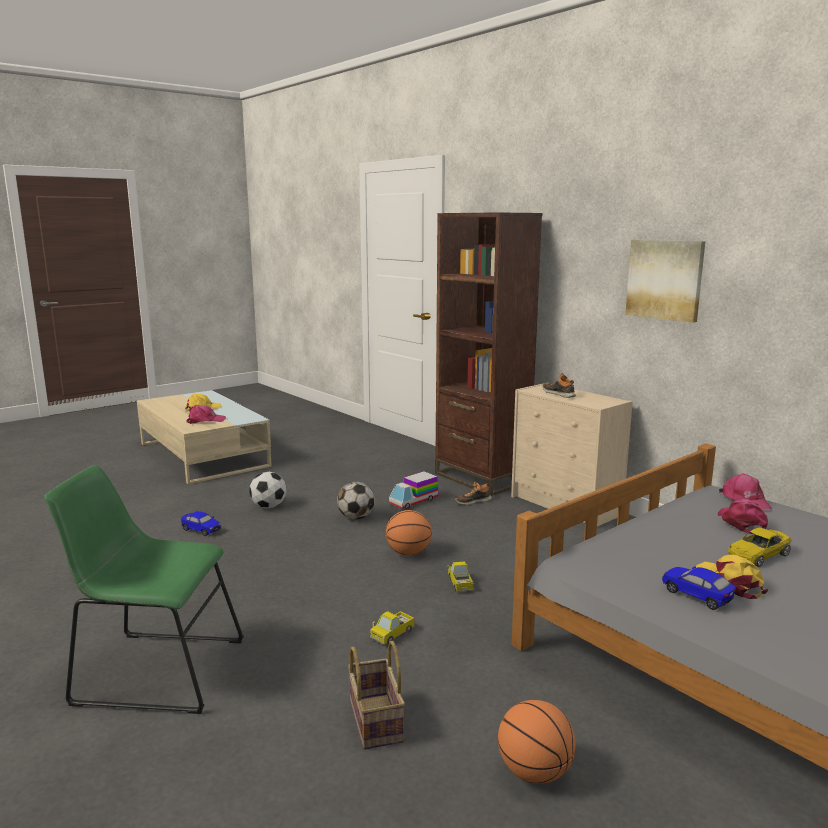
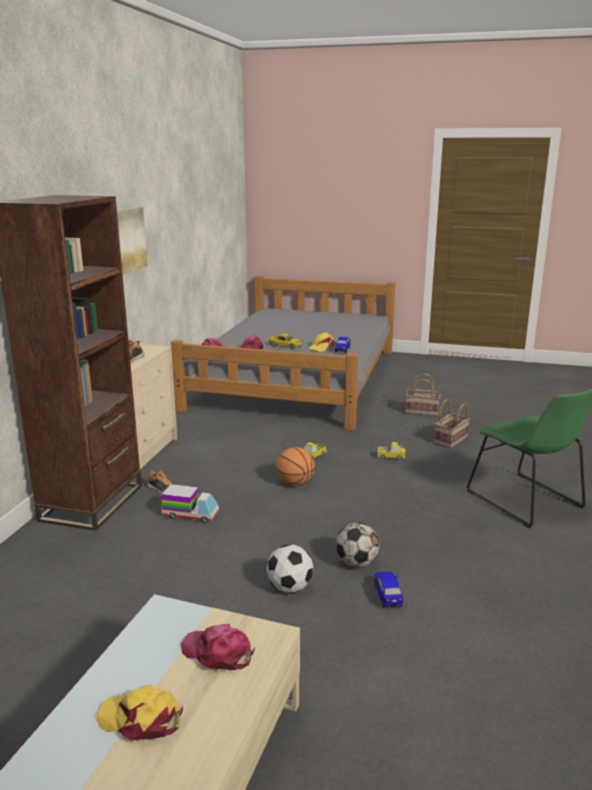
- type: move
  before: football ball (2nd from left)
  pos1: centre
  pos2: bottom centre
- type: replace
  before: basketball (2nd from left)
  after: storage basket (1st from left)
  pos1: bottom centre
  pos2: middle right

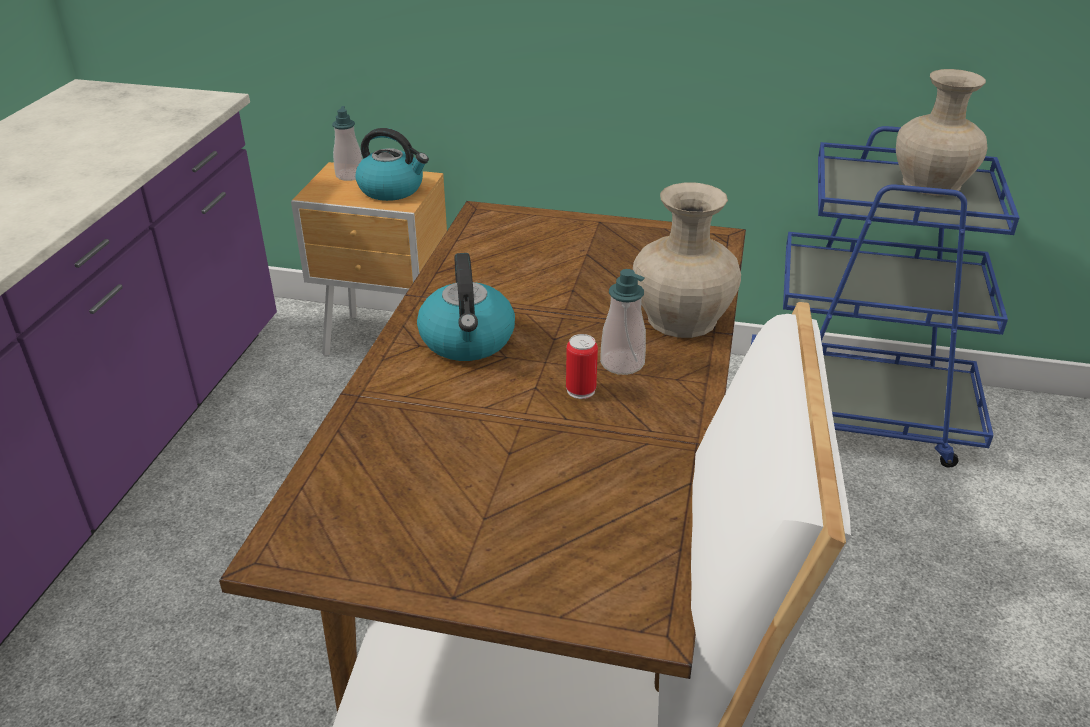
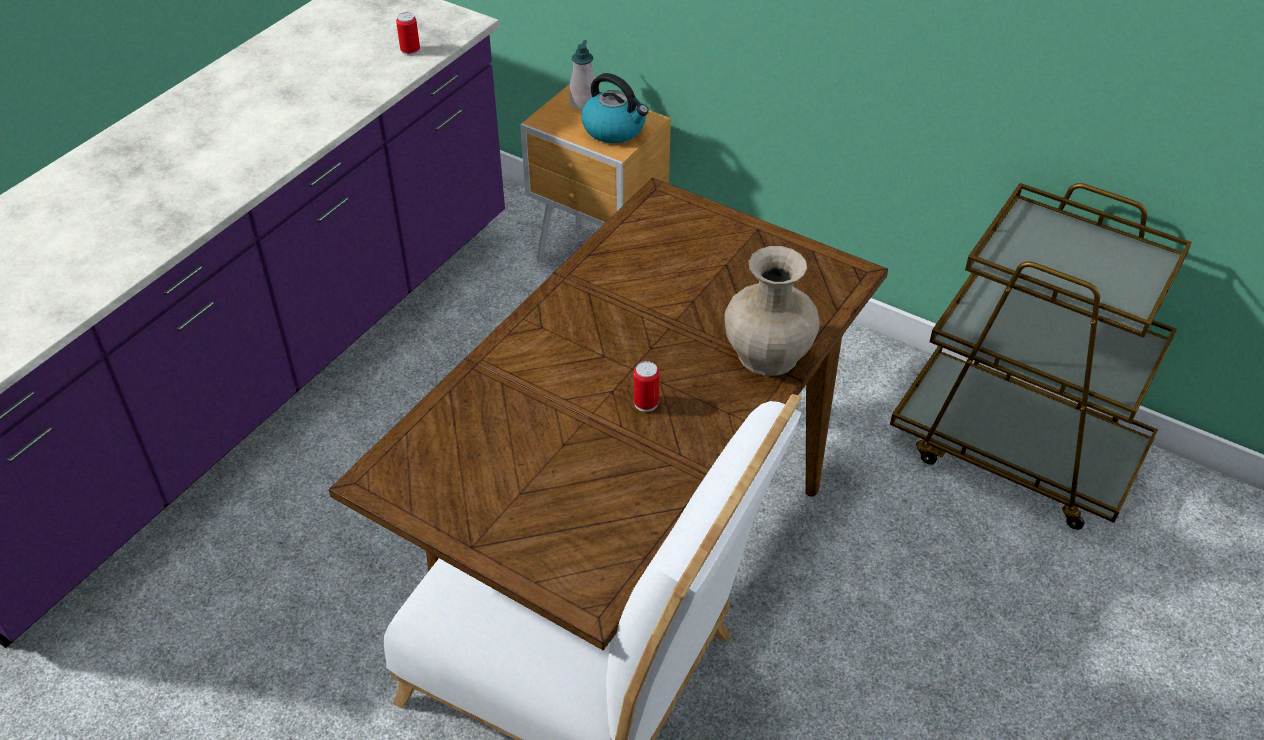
- type: delete
  before: beige flower vase (2nd from left)
  pos1: top right
- type: recolor
  before: blue-coloured trolley
  after: brown-coloured trolley
  pos1: middle right
  pos2: middle right
- type: delete
  before: tea kettle (2nd from left)
  pos1: centre
- type: delete
  before: soap dispenser (2nd from left)
  pos1: centre
- type: insert
  after: can (1st from left)
  pos2: top left

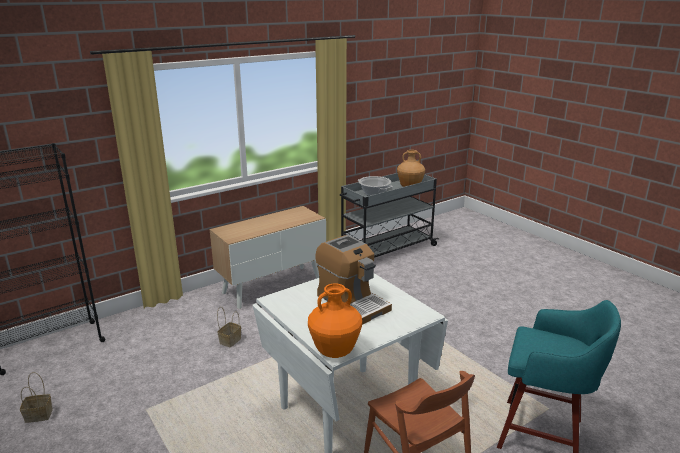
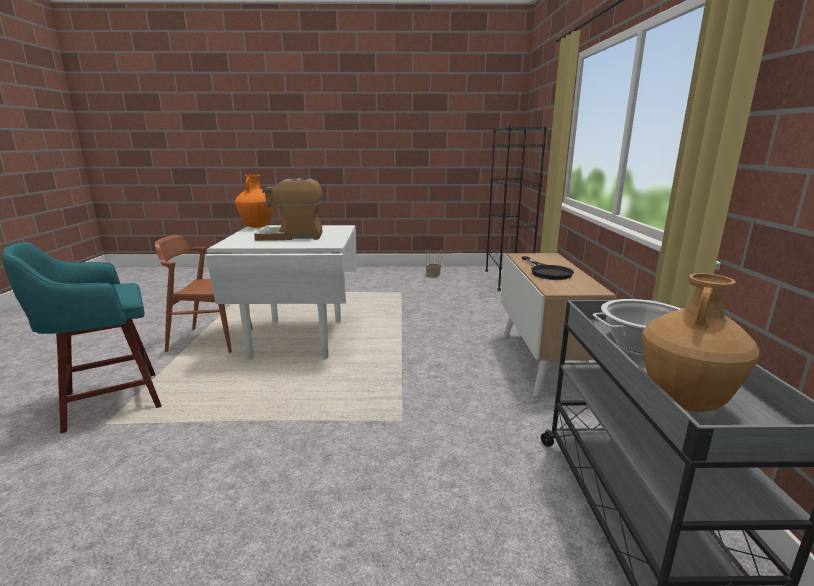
- type: delete
  before: storage basket (2nd from left)
  pos1: bottom centre
- type: insert
  after: black-coloured pan
  pos2: middle right

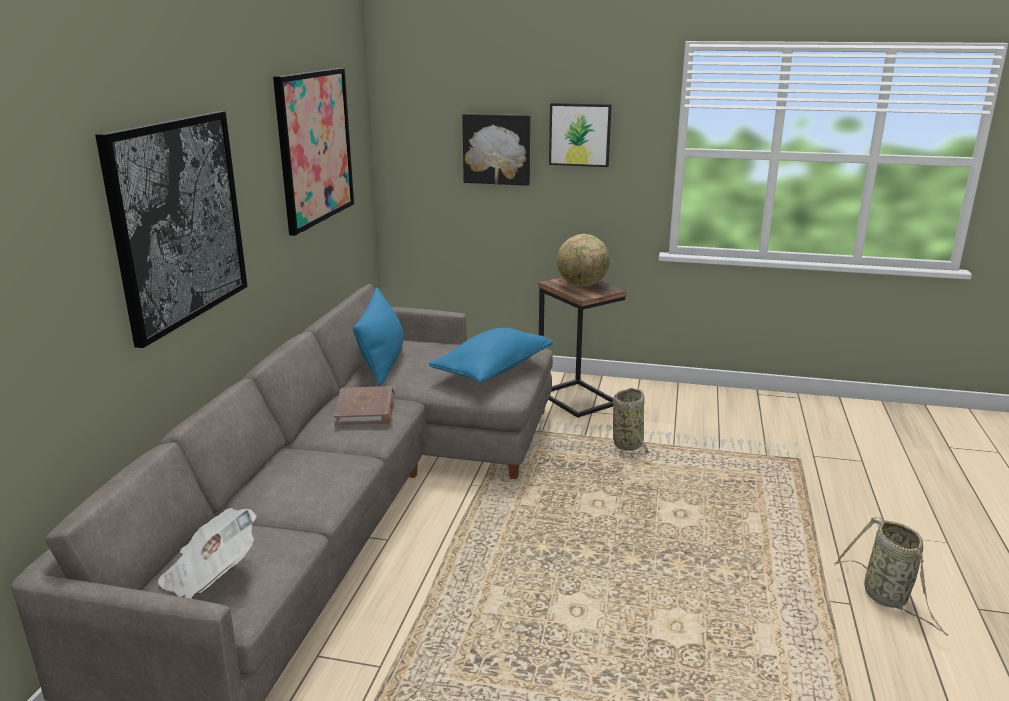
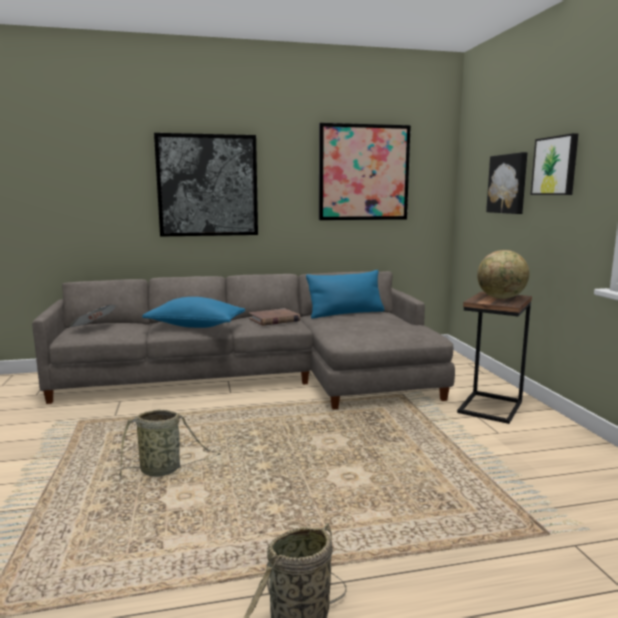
- type: move
  before: blue-coloured pillow (2nd from left in the first image)
  after: blue-coloured pillow (1st from left)
  pos1: centre
  pos2: middle left
- type: move
  before: storage basket (1st from left)
  pos1: centre
  pos2: bottom left

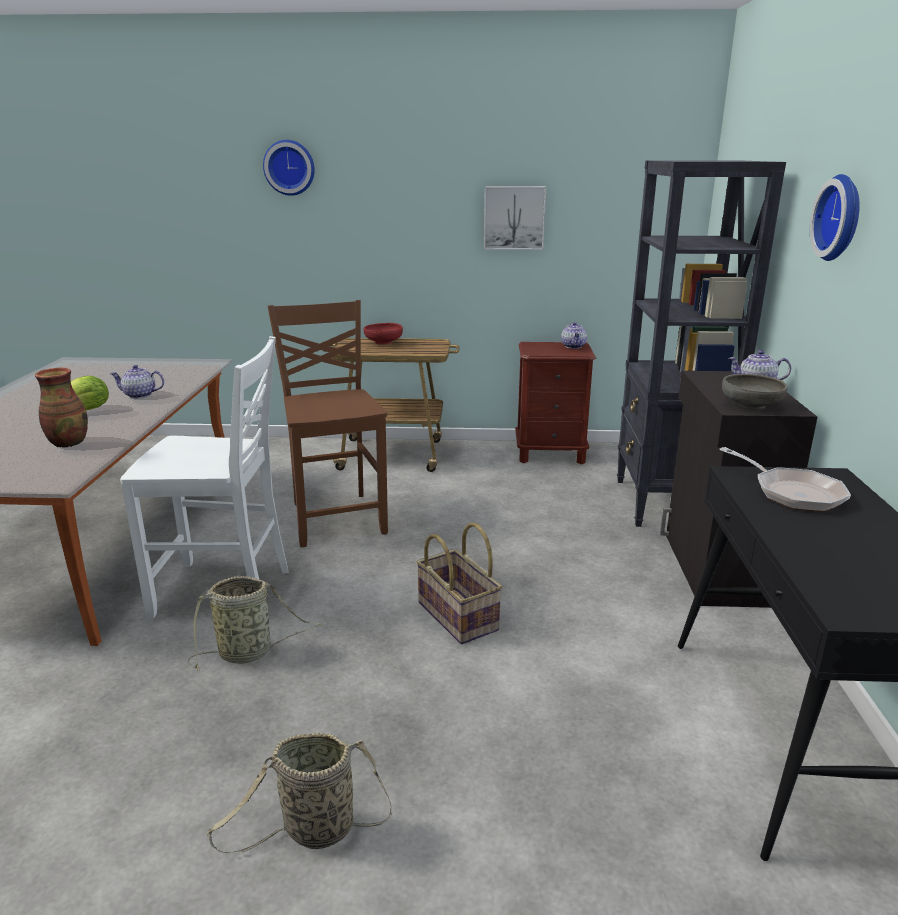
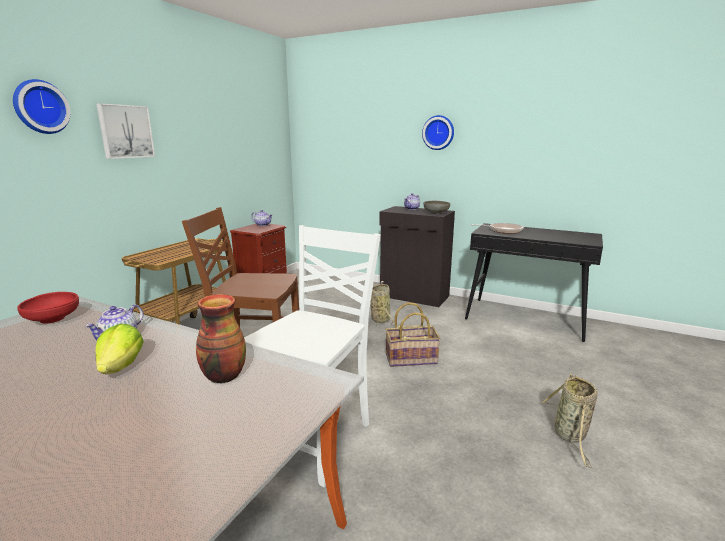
- type: delete
  before: black-coloured bookshelf
  pos1: middle right
- type: move
  before: wall art
  pos1: top centre
  pos2: top left
- type: move
  before: red serving bowl
  pos1: centre
  pos2: middle left
- type: move
  before: storage basket (1st from left)
  pos1: bottom left
  pos2: centre

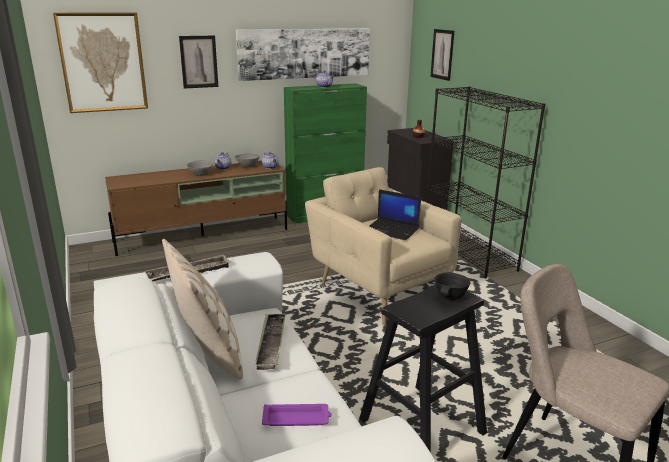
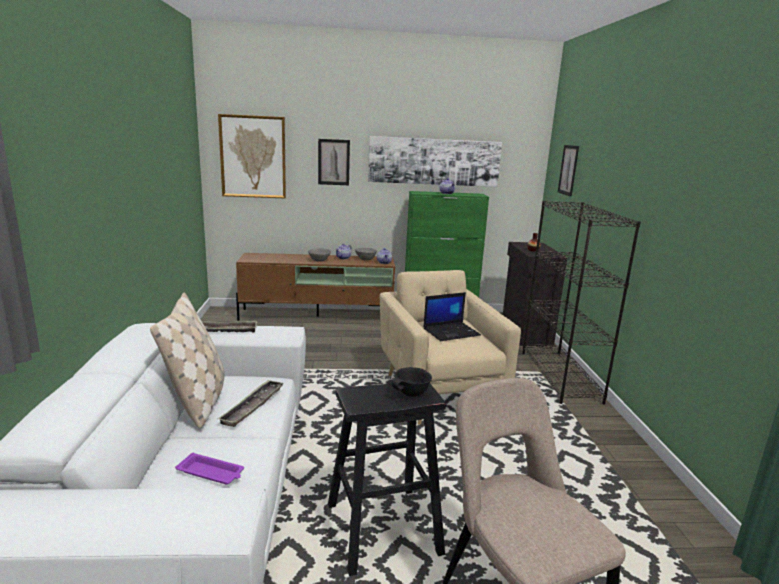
- type: rotate
  before: portable computer
  pos1: centre
  pos2: centre
  turn: -75

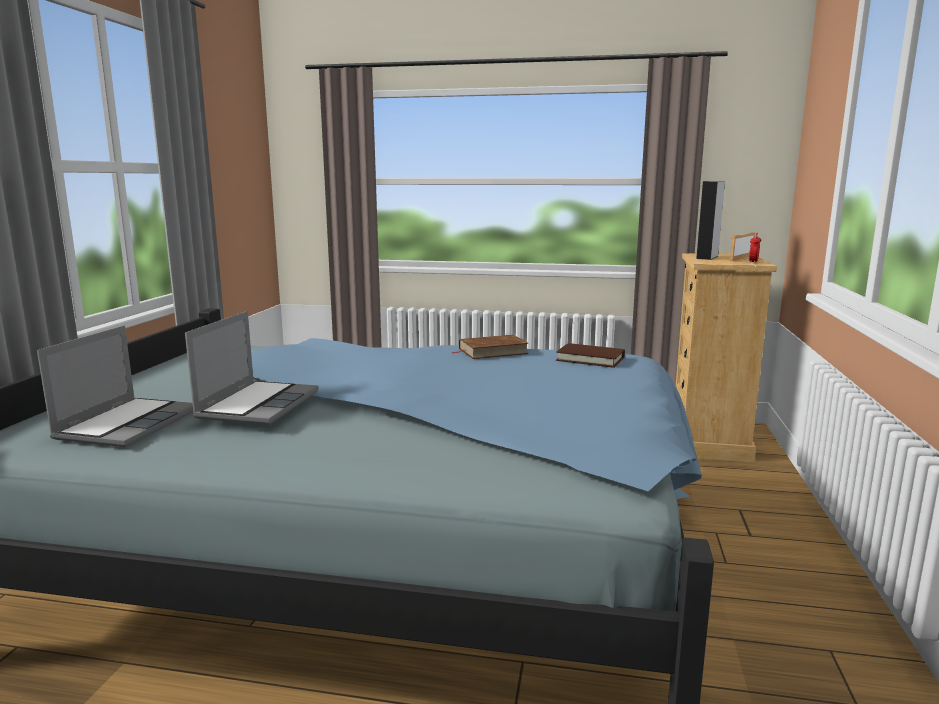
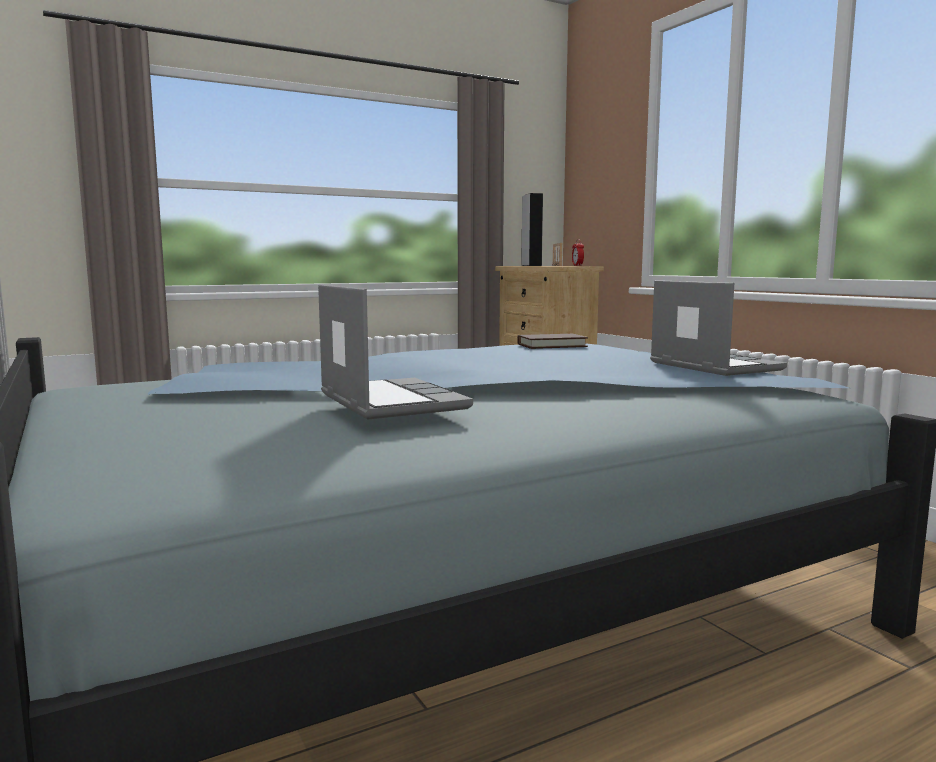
- type: move
  before: portable computer (1st from left in the first image)
  after: portable computer (2nd from left)
  pos1: middle left
  pos2: middle right
- type: delete
  before: brown-coloured book (1st from left)
  pos1: centre

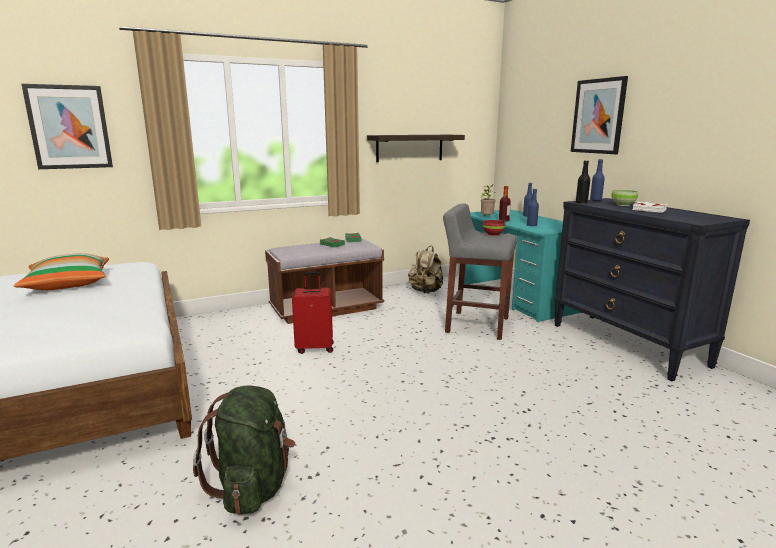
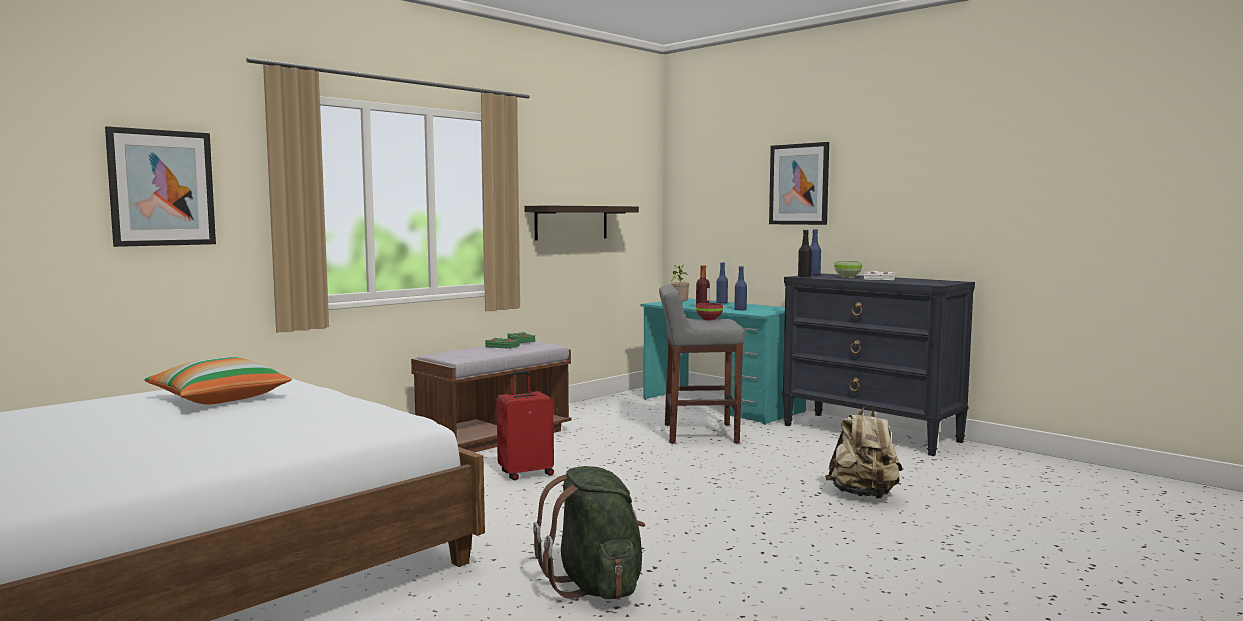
- type: move
  before: beige backpack
  pos1: centre
  pos2: bottom right

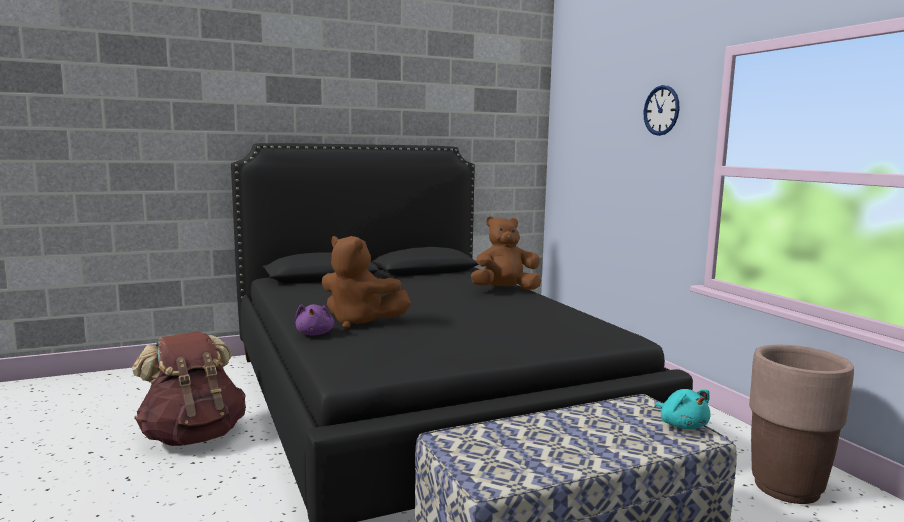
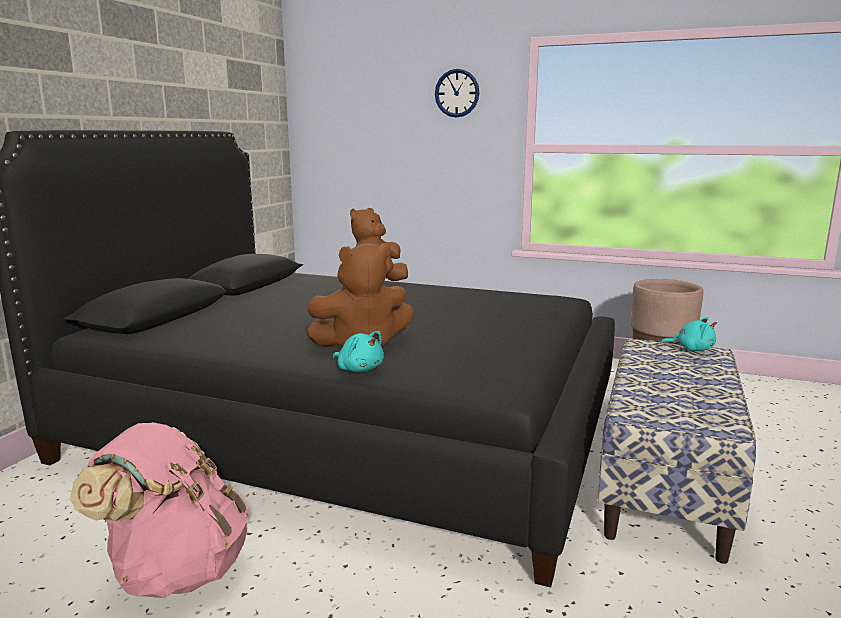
- type: recolor
  before: purplish soft toy
  after: blue-green soft toy (1st from left)
  pos1: centre
  pos2: centre
- type: recolor
  before: brown-coloured backpack
  after: pink backpack
  pos1: bottom left
  pos2: bottom left

